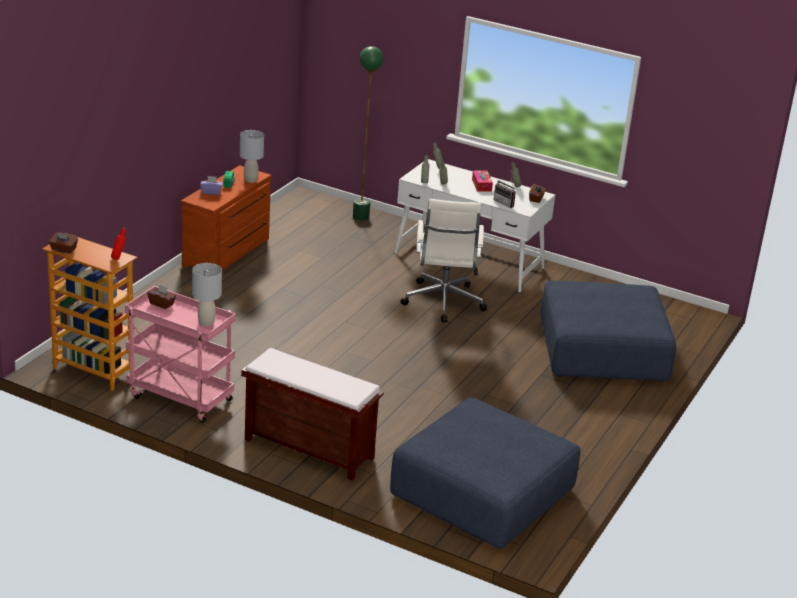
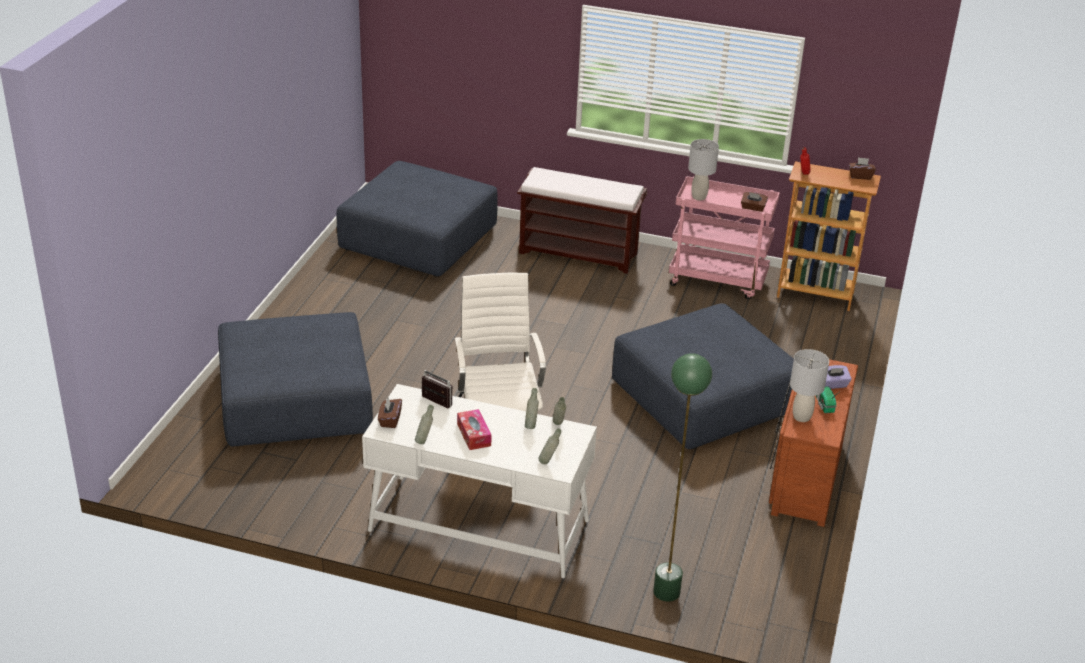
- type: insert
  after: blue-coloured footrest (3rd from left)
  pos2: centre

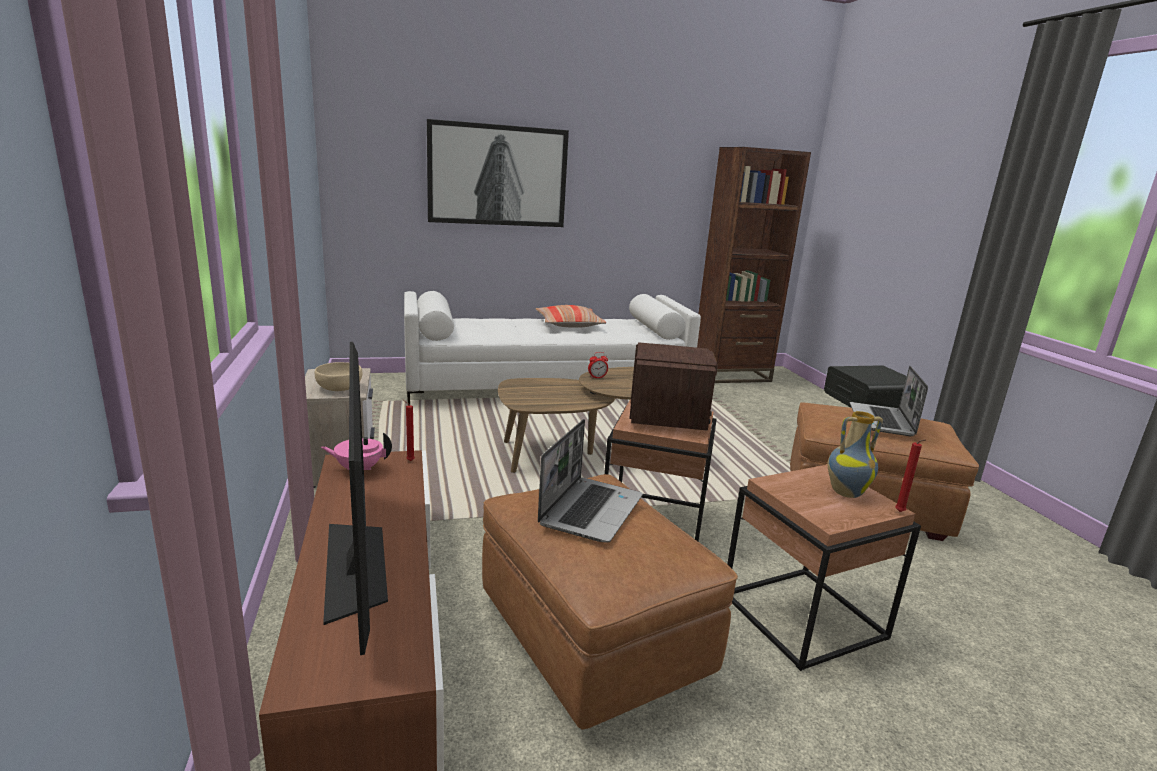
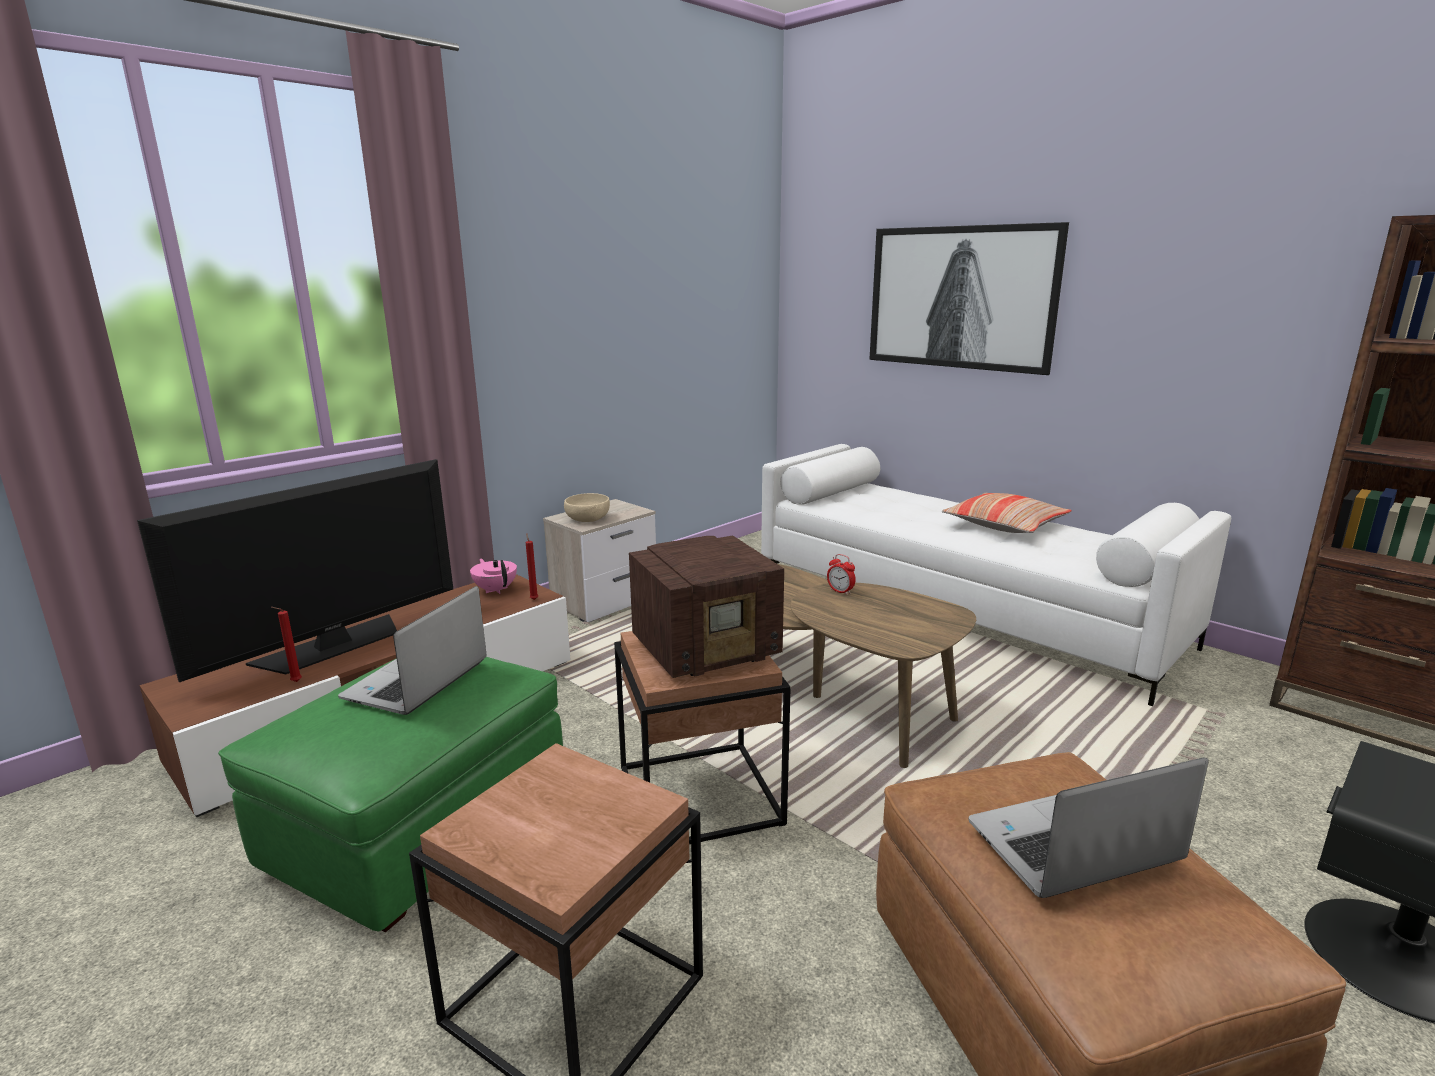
- type: delete
  before: flower vase
  pos1: middle right
- type: rotate
  before: portable computer (1st from left)
  pos1: centre
  pos2: middle left
  turn: 120
- type: move
  before: red wax light (2nd from left in the first image)
  after: red wax light (1st from left)
  pos1: middle right
  pos2: middle left
- type: recolor
  before: brown-coloured footrest (1st from left)
  after: green-coloured footrest
  pos1: bottom centre
  pos2: bottom left

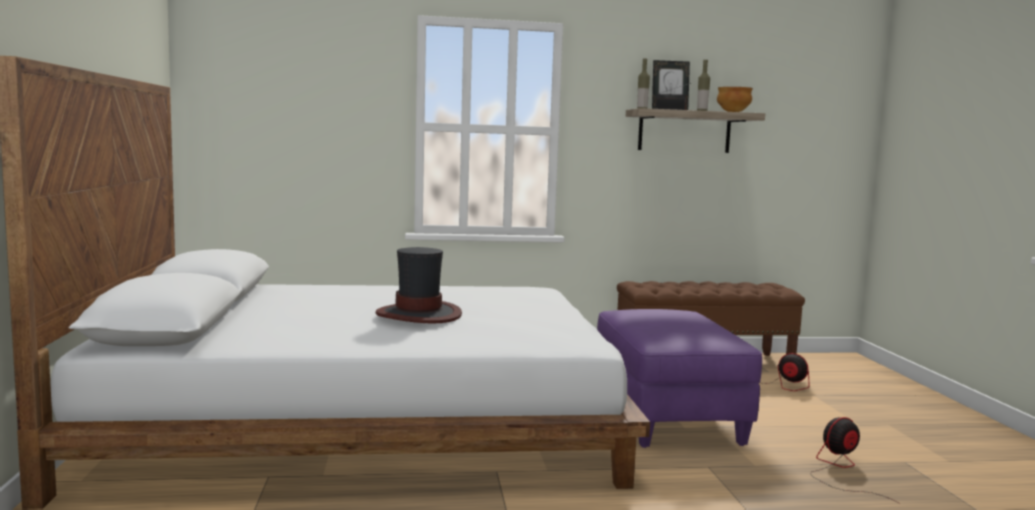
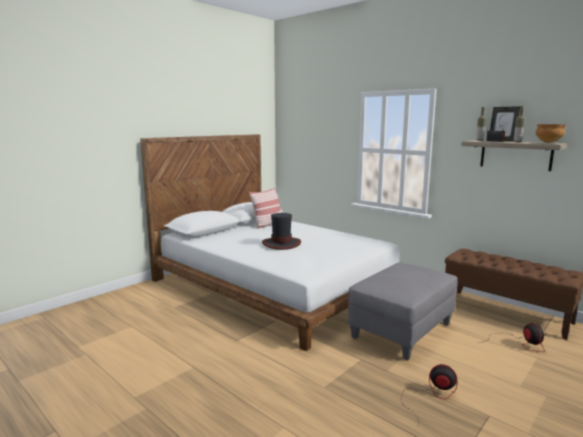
- type: recolor
  before: purplish footrest
  after: gray footrest
  pos1: bottom centre
  pos2: bottom right
- type: insert
  after: pillow
  pos2: centre

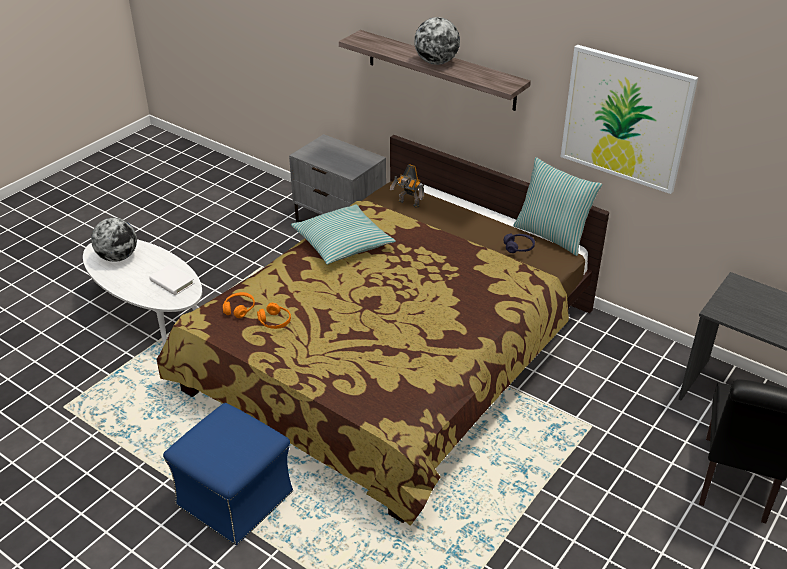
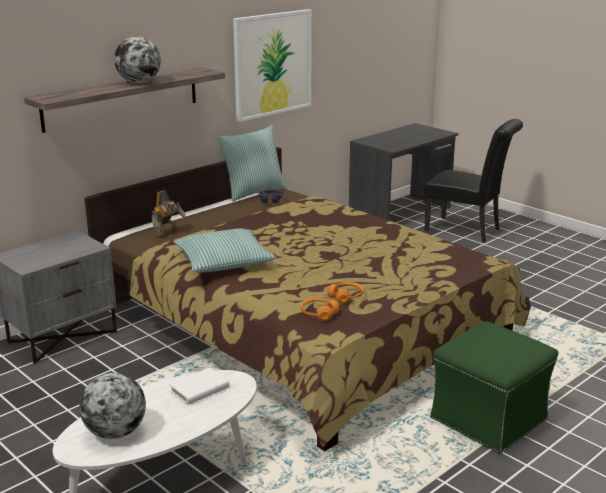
- type: recolor
  before: blue-coloured footrest
  after: green-coloured footrest
  pos1: bottom left
  pos2: bottom right

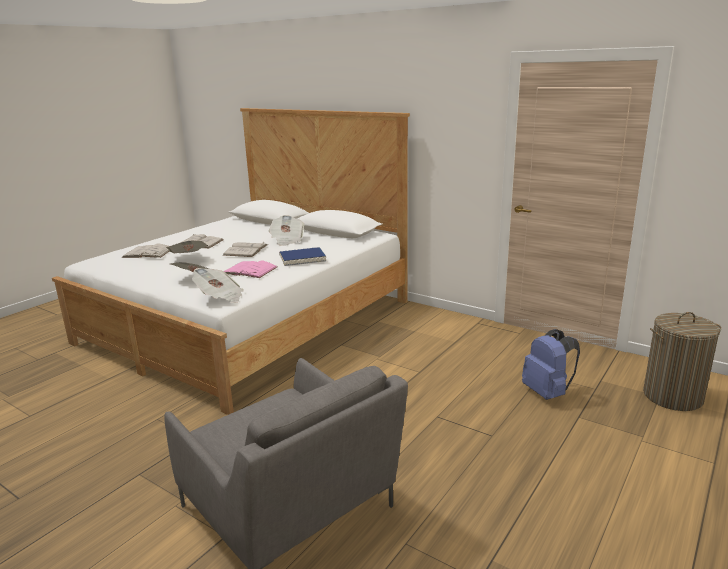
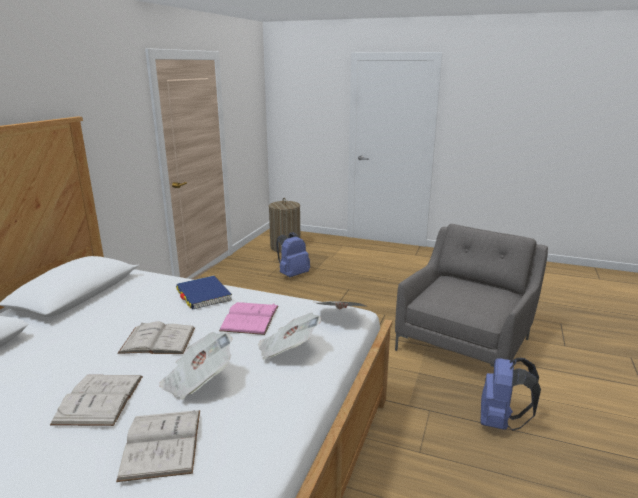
- type: delete
  before: daily paper (4th from left)
  pos1: centre
- type: insert
  after: blue-coloured backpack (2nd from left)
  pos2: bottom right

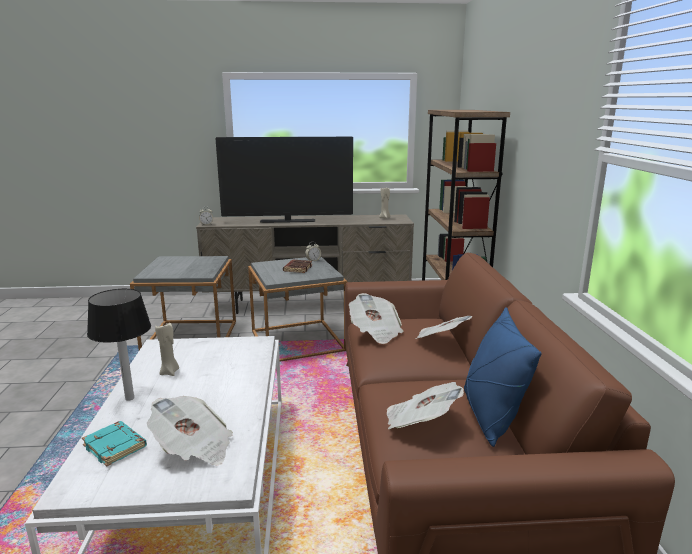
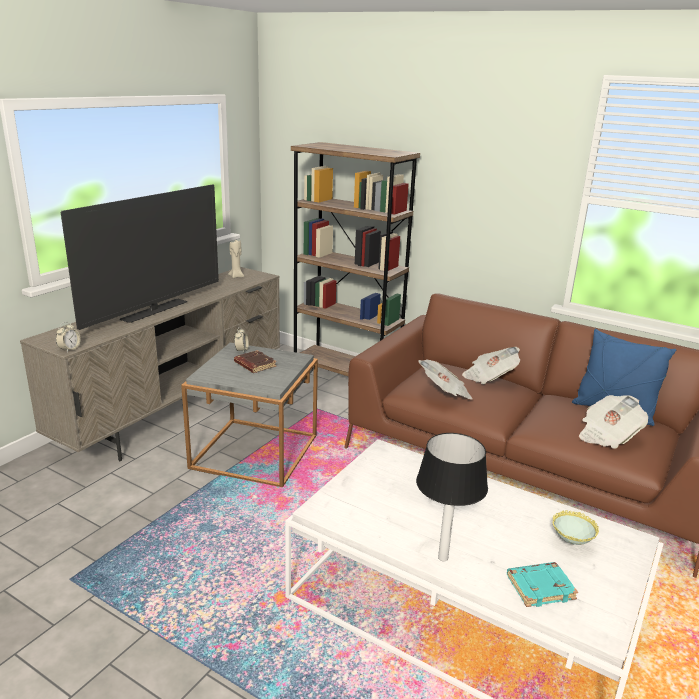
- type: delete
  before: gray accent table (1st from left)
  pos1: middle left
- type: delete
  before: beige wax light (1st from left)
  pos1: middle left
- type: replace
  before: daily paper (1st from left)
  after: serving bowl
  pos1: bottom left
  pos2: bottom right

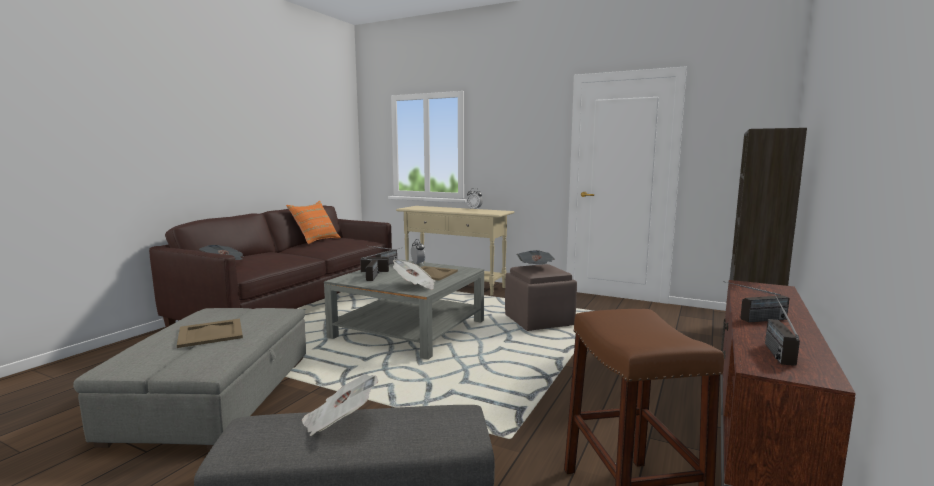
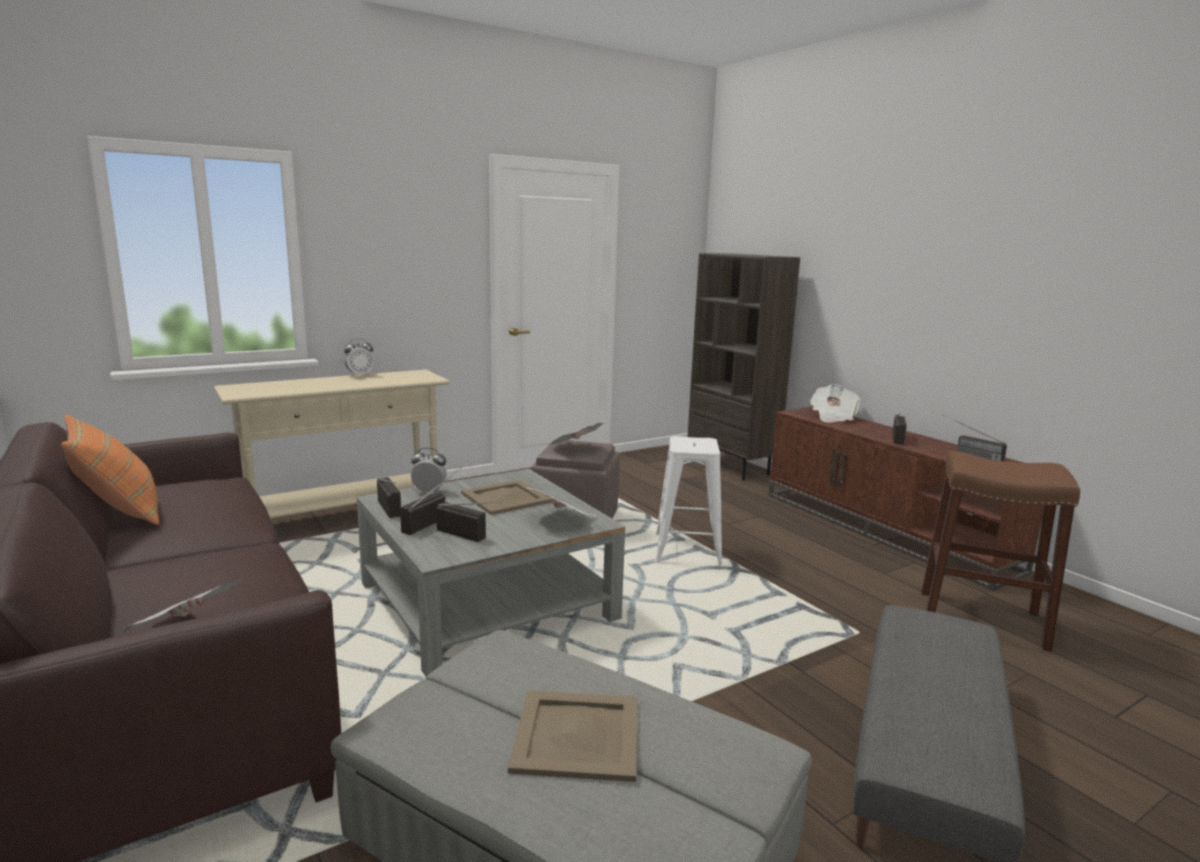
- type: move
  before: daily paper (2nd from left in the first image)
  after: daily paper (4th from left)
  pos1: bottom centre
  pos2: middle right
- type: insert
  after: whitish sitting stool
  pos2: centre

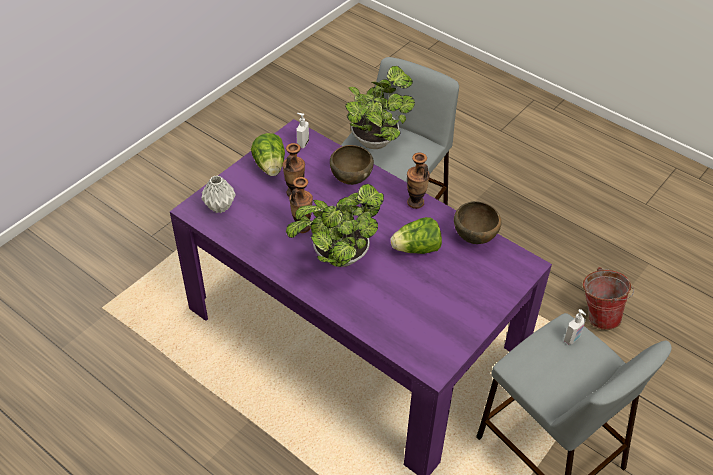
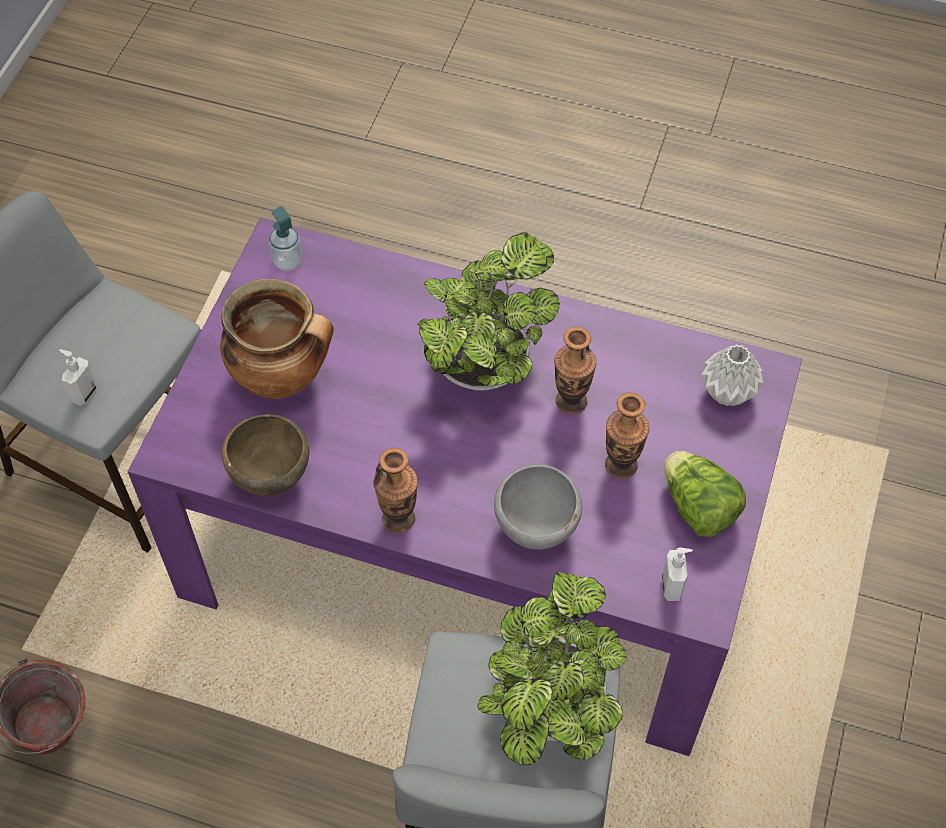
- type: recolor
  before: brown-coloured serving bowl (1st from left)
  after: gray serving bowl
  pos1: centre
  pos2: centre
- type: delete
  before: lettuce (2nd from left)
  pos1: centre
- type: insert
  after: soap dispenser (2nd from left)
  pos2: top left
- type: insert
  after: stockpot
  pos2: middle left

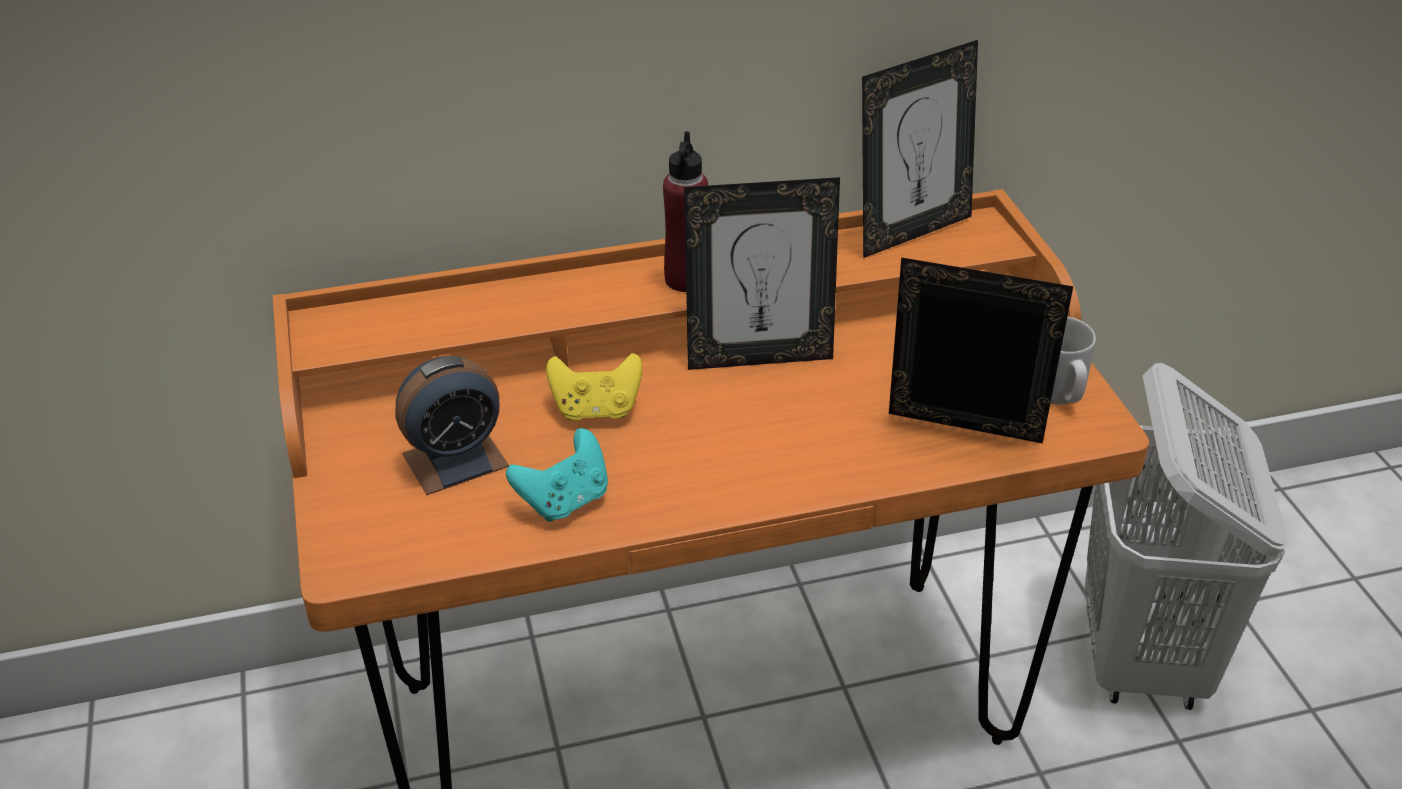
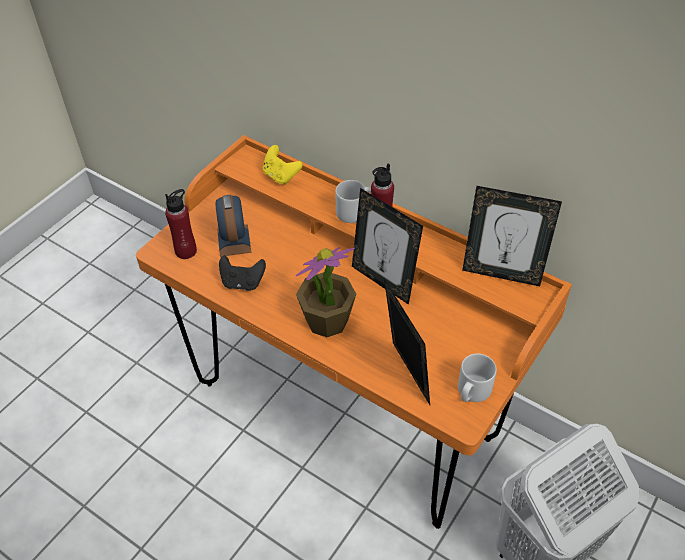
- type: move
  before: yellow-coloured game controller
  pos1: centre
  pos2: top centre
- type: rotate
  before: bedside clock
  pos1: middle left
  pos2: centre
  turn: 60
- type: recolor
  before: blue-green game controller
  after: black-coloured game controller
  pos1: centre
  pos2: centre
- type: insert
  after: gray mug (1st from left)
  pos2: centre
- type: insert
  after: red drink bottle (1st from left)
  pos2: middle left
- type: insert
  after: houseplant
  pos2: centre

